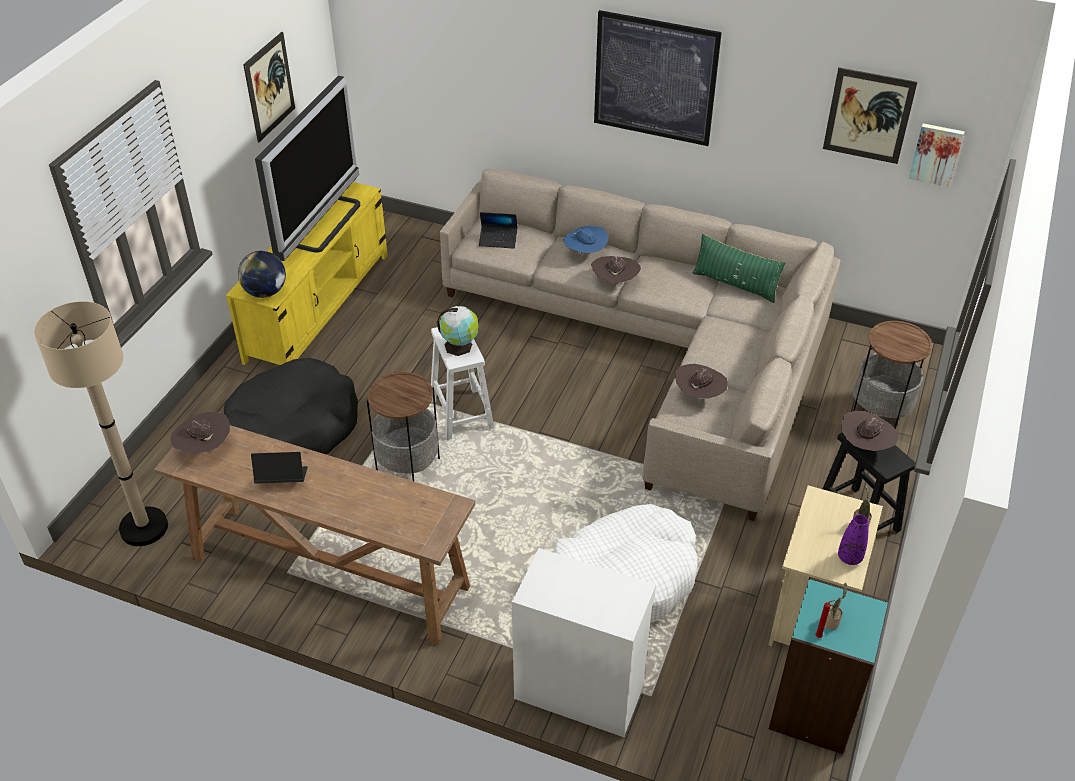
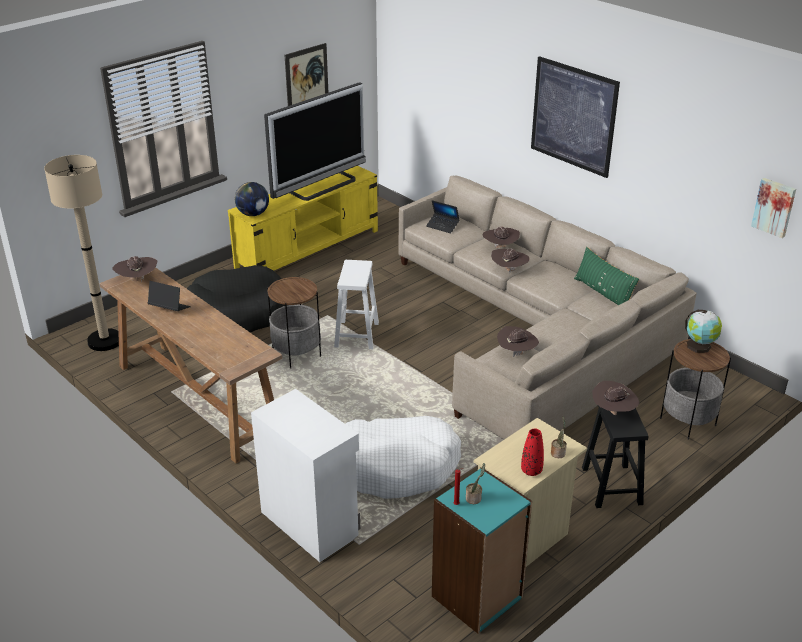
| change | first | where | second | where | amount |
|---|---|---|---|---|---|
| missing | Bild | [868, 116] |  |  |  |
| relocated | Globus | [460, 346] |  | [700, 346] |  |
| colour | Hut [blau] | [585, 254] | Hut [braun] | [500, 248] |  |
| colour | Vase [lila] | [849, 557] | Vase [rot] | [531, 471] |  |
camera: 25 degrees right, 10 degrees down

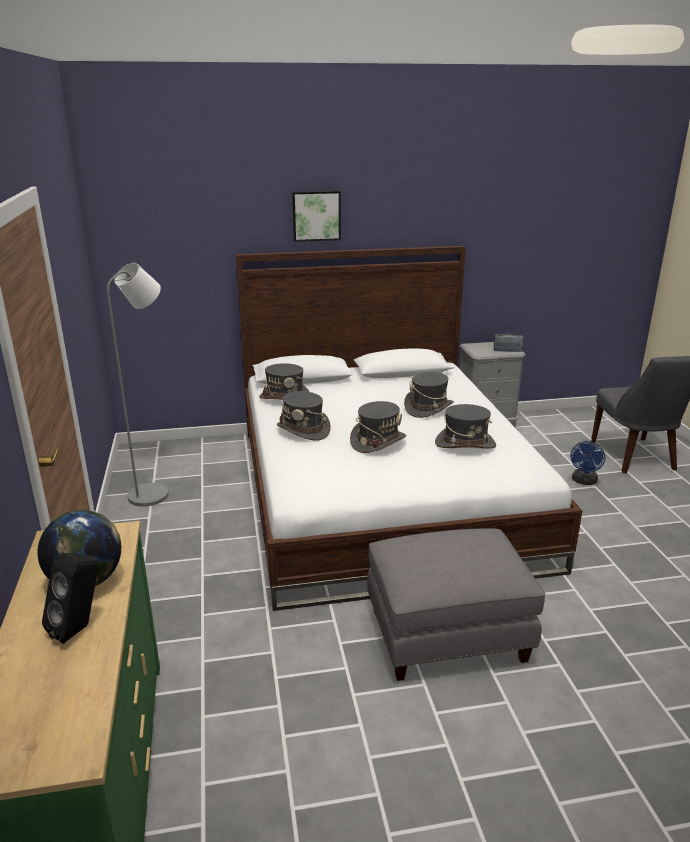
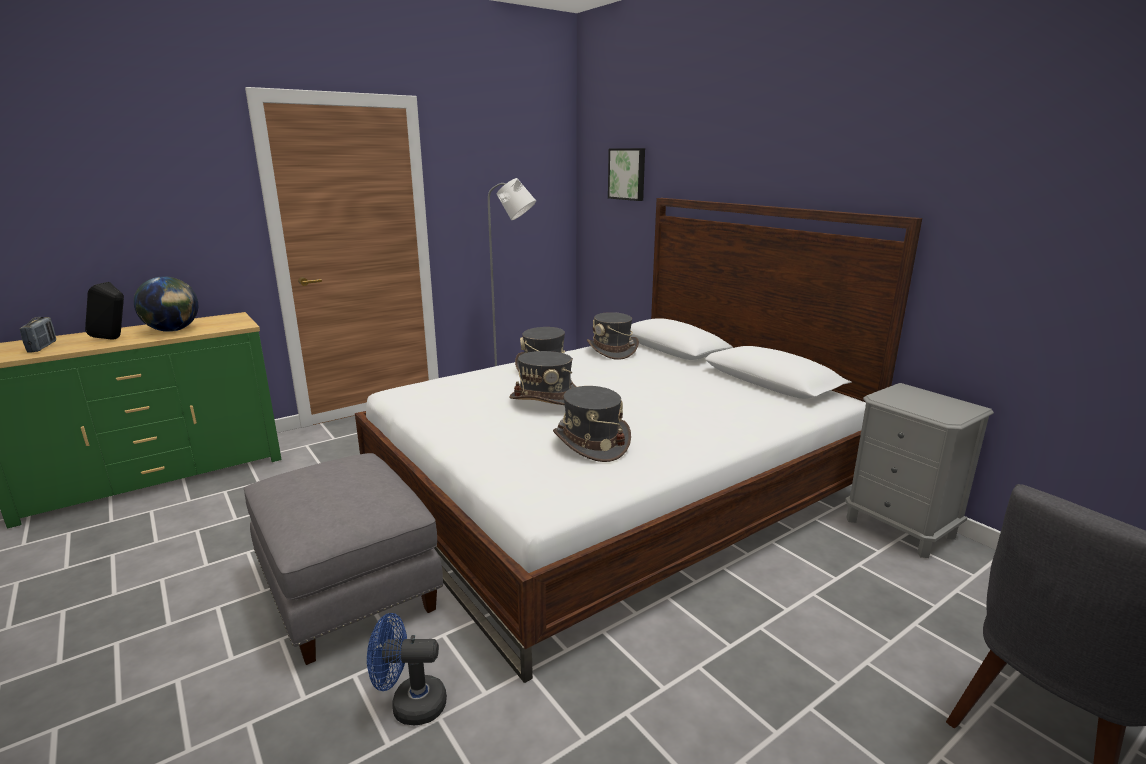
| change | first | where | second | where | amount |
|---|---|---|---|---|---|
| missing | Hut [grau] | [428, 408] |  |  |  |
| relocated | Bild | [316, 215] |  | [628, 174] |  |
| relocated | Radio | [507, 351] |  | [42, 347] |  |
| relocated | Ventilator [blau] | [584, 481] |  | [410, 705] |  |
camera: 65 degrees right, 5 degrees down

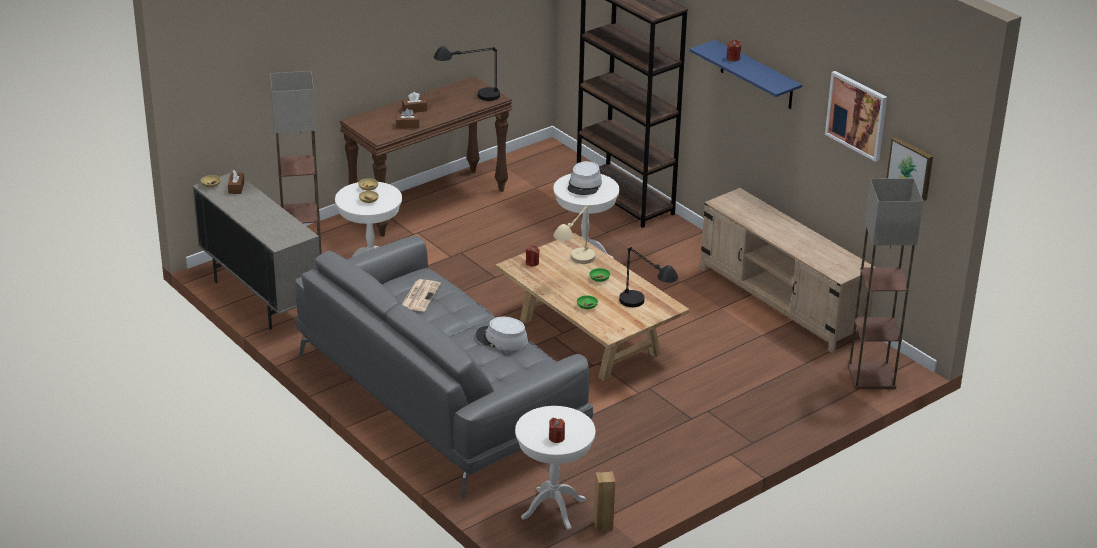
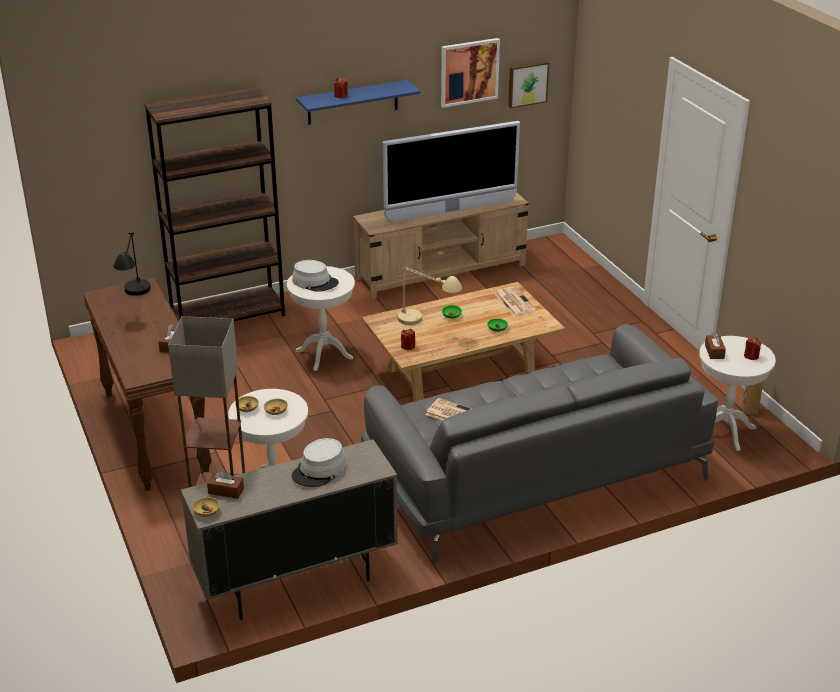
| change | first | where | second | where | amount |
|---|---|---|---|---|---|
| missing | Stehlampe | [872, 377] |  |  |  |
| appeared |  |  | Fernseher | [451, 211] |  |
| relocated | Taschentuchbox [braun] | [414, 109] |  | [714, 351] |  |
| relocated | Hut [grau] | [501, 339] |  | [319, 470] |  |
| exchanged | Tischlampe [schwarz] | [645, 310] | Zeitung | [514, 301] |  |
camera: 75 degrees left, 0 degrees up

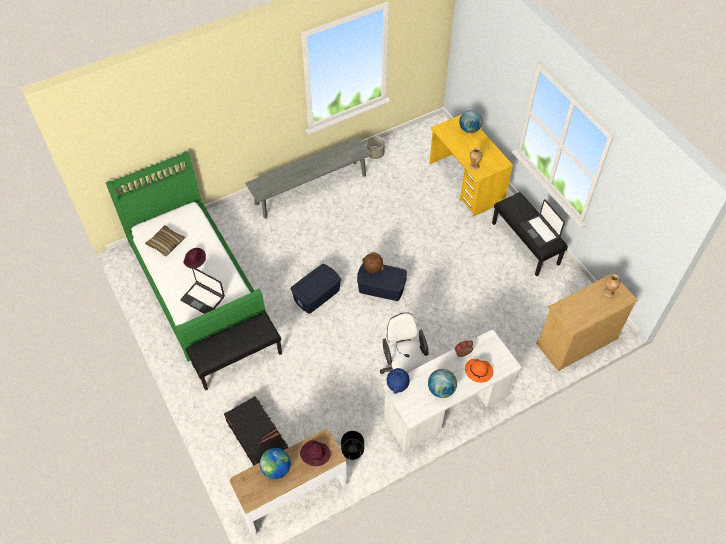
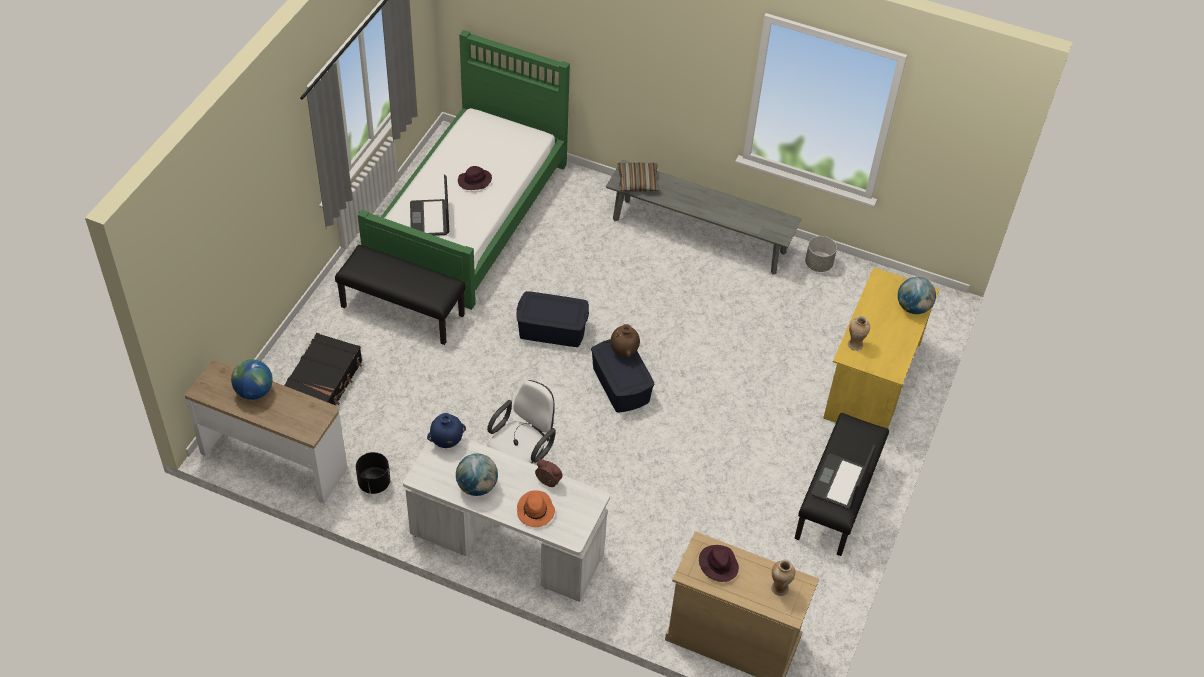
| change | first | where | second | where | amount |
|---|---|---|---|---|---|
| relocated | Kissen | [166, 243] |  | [637, 182] |  |
| relocated | Hut [lila] | [314, 454] |  | [718, 564] |  |
camera: 50 degrees right, 5 degrees down

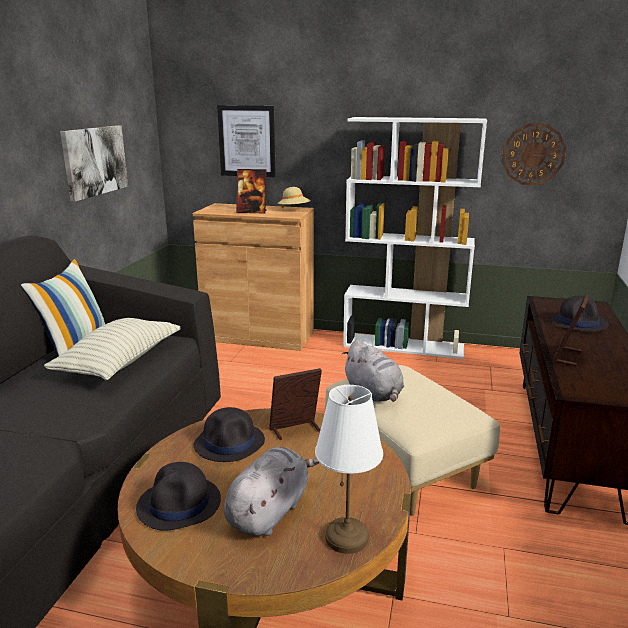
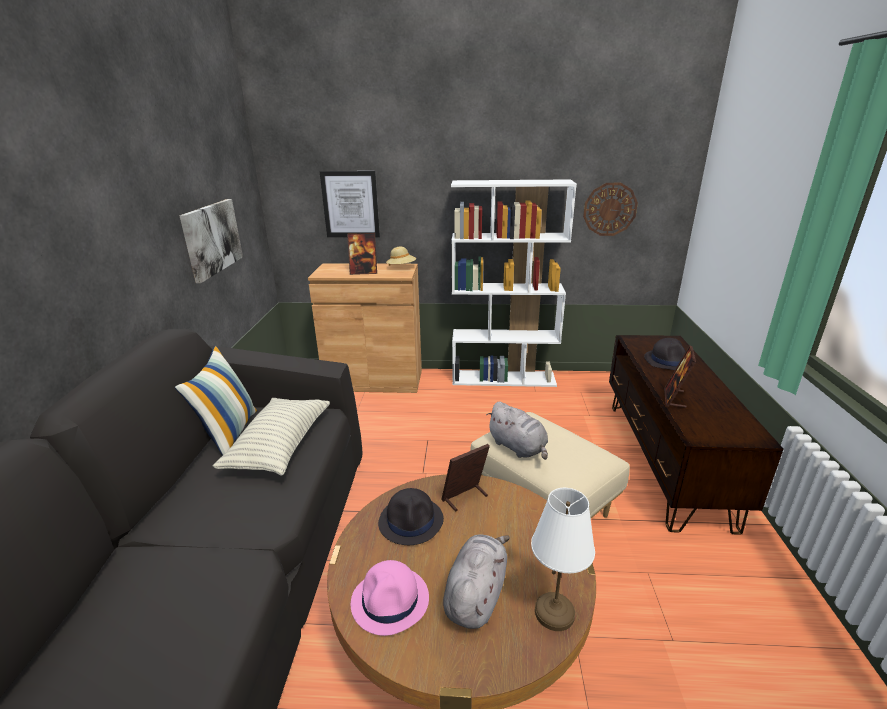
| change | first | where | second | where | amount |
|---|---|---|---|---|---|
| colour | Hut [schwarz] | [179, 504] | Hut [rosa] | [390, 600] |  |
camera: 10 degrees left, 5 degrees up

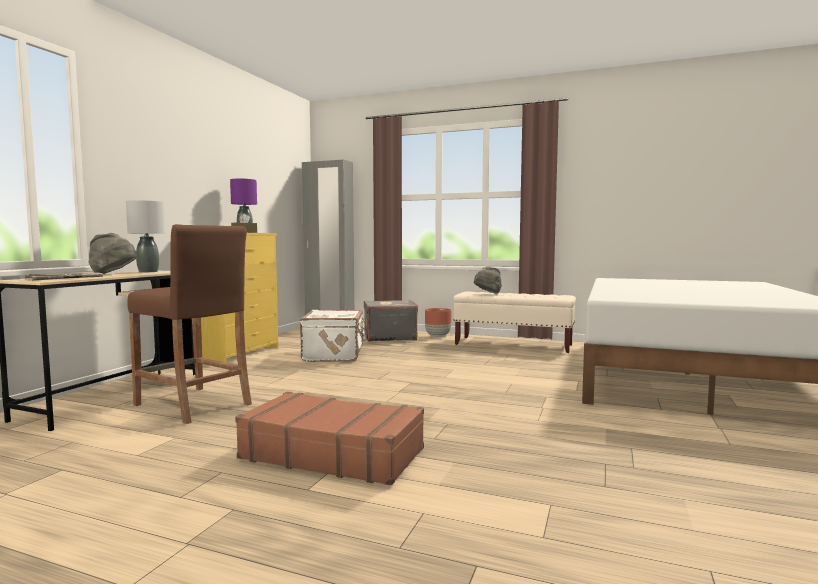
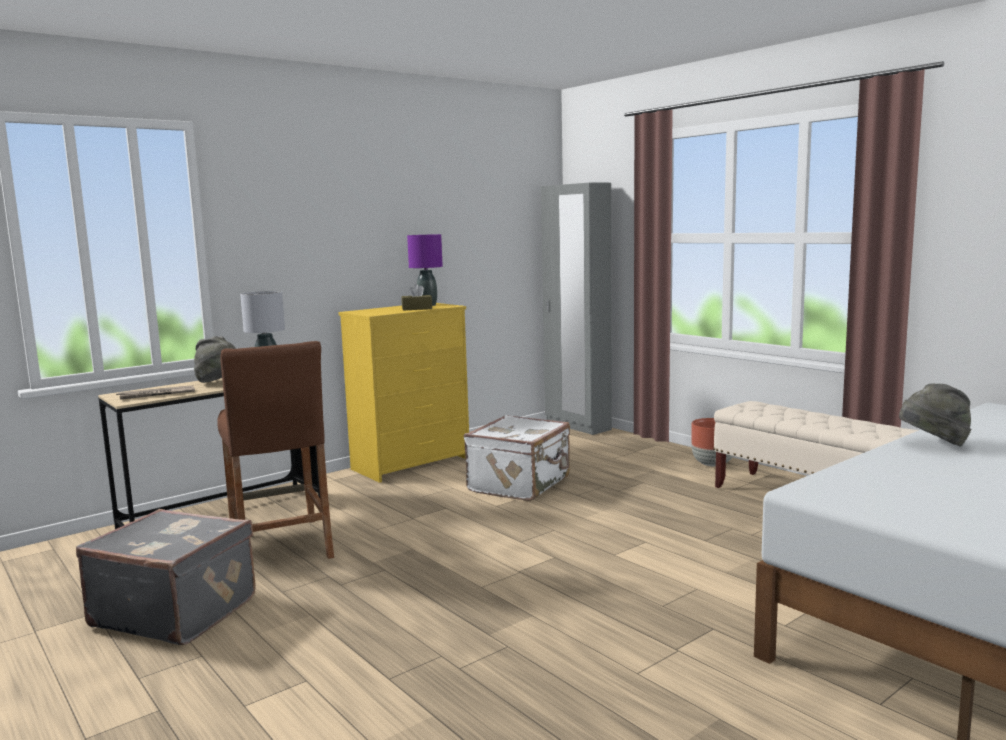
| change | first | where | second | where | amount |
|---|---|---|---|---|---|
| missing | Koffer [braun] | [332, 453] |  |  |  |
| relocated | Koffer [grau] | [389, 337] |  | [176, 611] |  |
| relocated | Hut [grau] | [487, 293] |  | [933, 445] |  |
camera: 30 degrees right, 5 degrees up

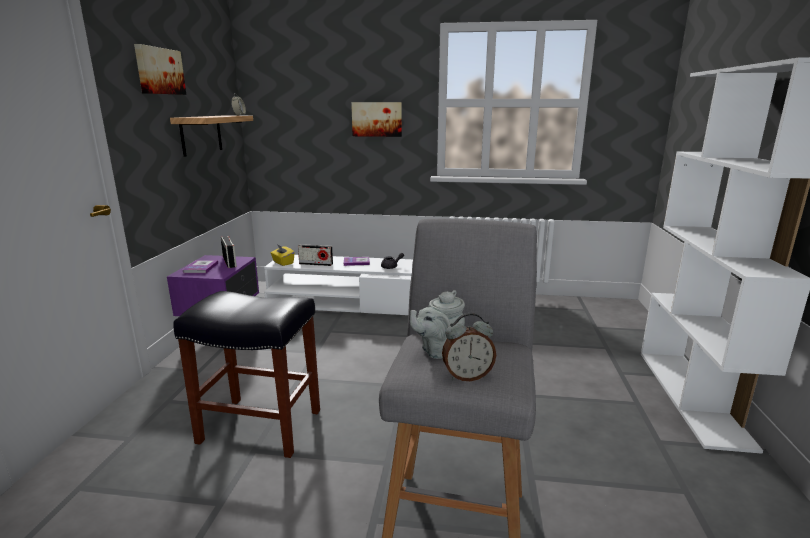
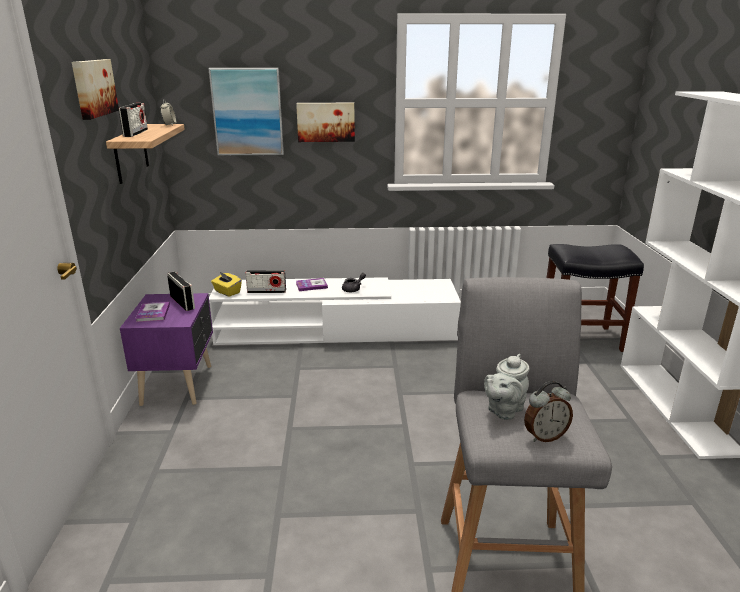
| change | first | where | second | where | amount |
|---|---|---|---|---|---|
| appeared |  |  | Radio | [136, 133] |  |
| appeared |  |  | Bild | [247, 112] |  |
| relocated | Hocker [schwarz] | [262, 426] |  | [581, 338] |  |
camera: 10 degrees left, 5 degrees up

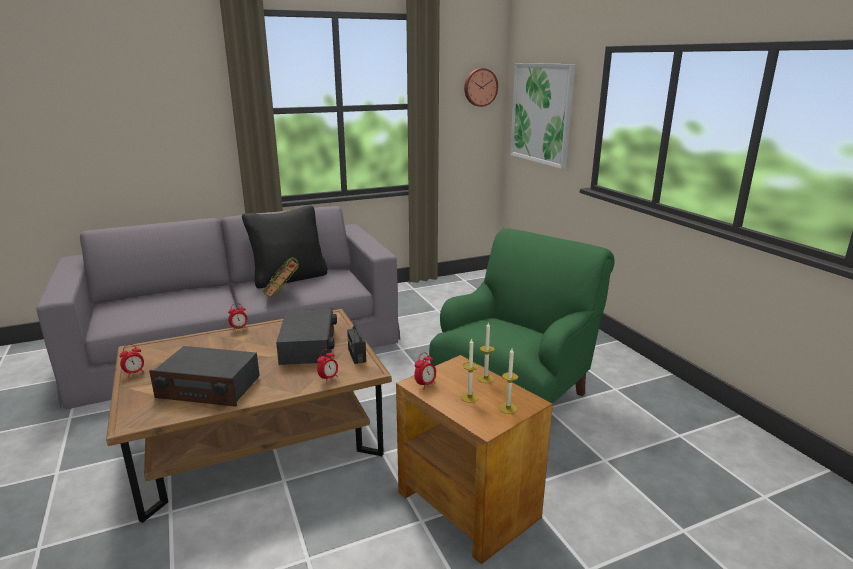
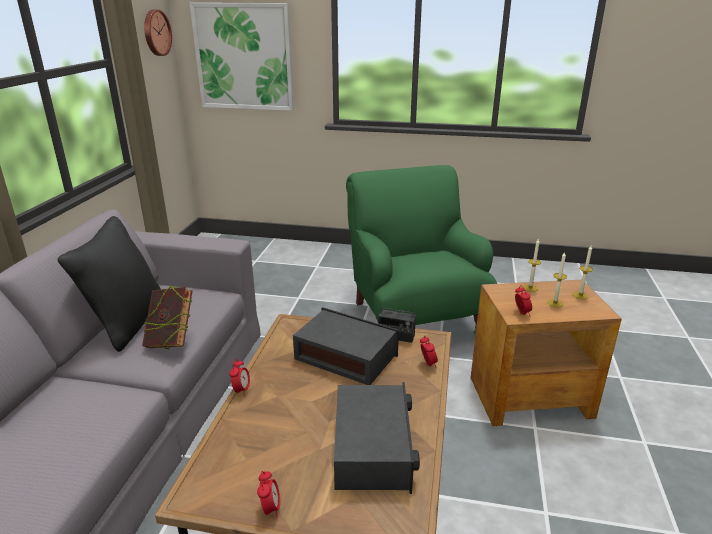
| change | first | where | second | where | amount |
|---|---|---|---|---|---|
| spun | Radio | [209, 387] |  | [373, 448] | 45 degrees counterclockwise |
camera: 55 degrees left, 5 degrees up

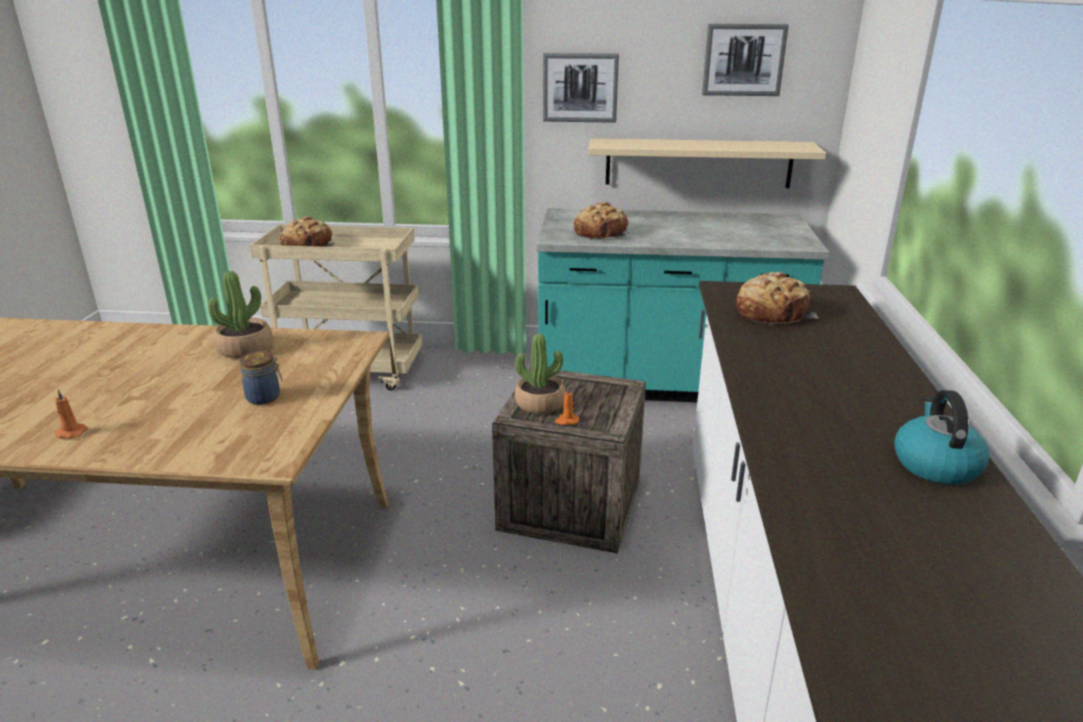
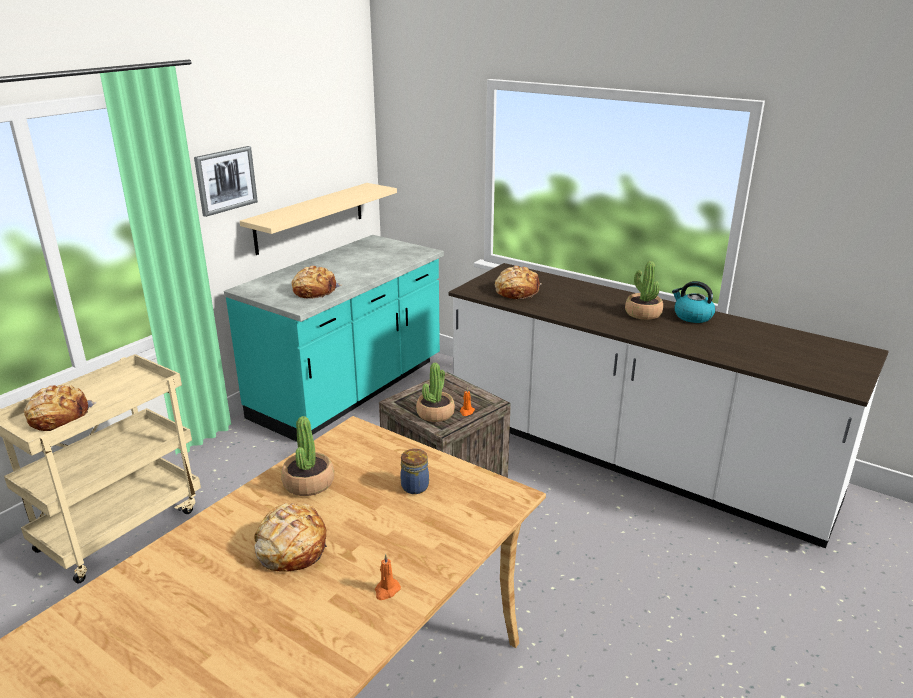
| change | first | where | second | where | amount |
|---|---|---|---|---|---|
| missing | Bild | [743, 60] |  |  |  |
| appeared |  |  | Brot | [291, 547] |  |
| appeared |  |  | Topfpflanze | [643, 313] |  |
camera: 60 degrees left, 0 degrees up

